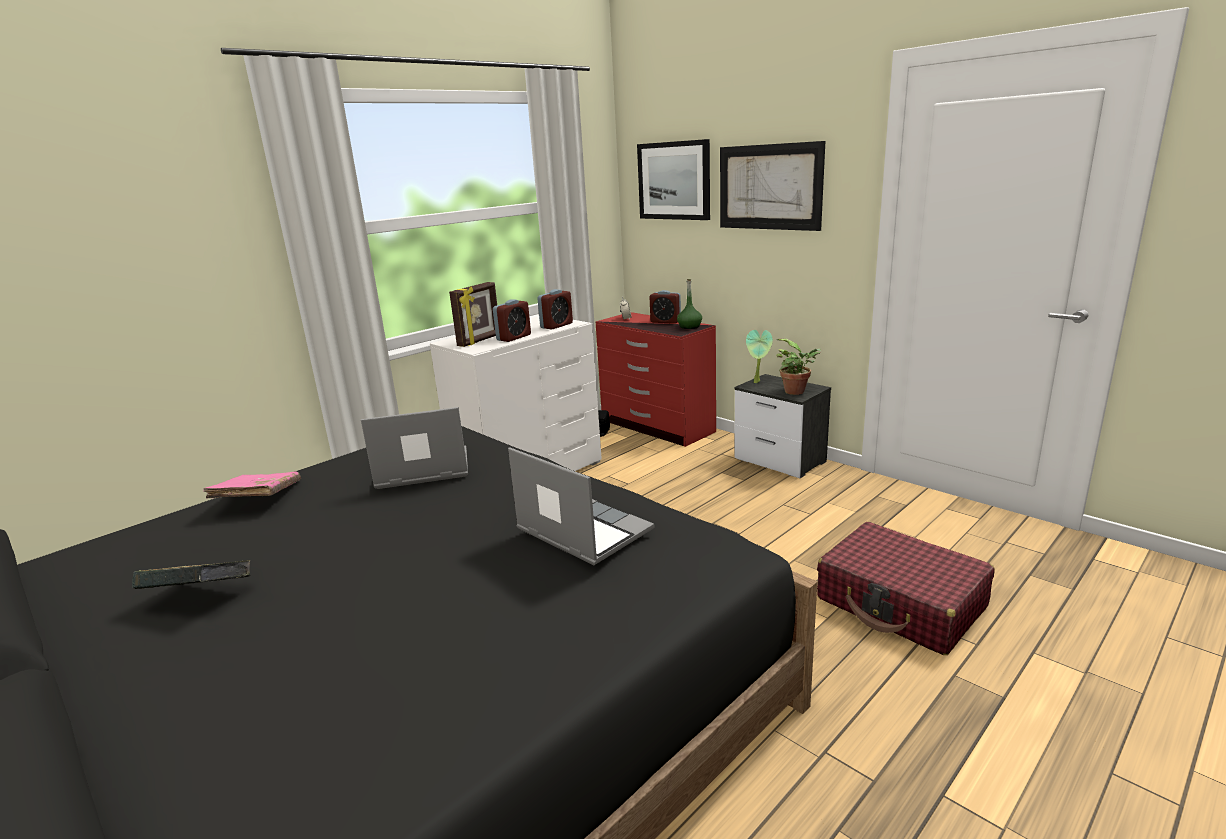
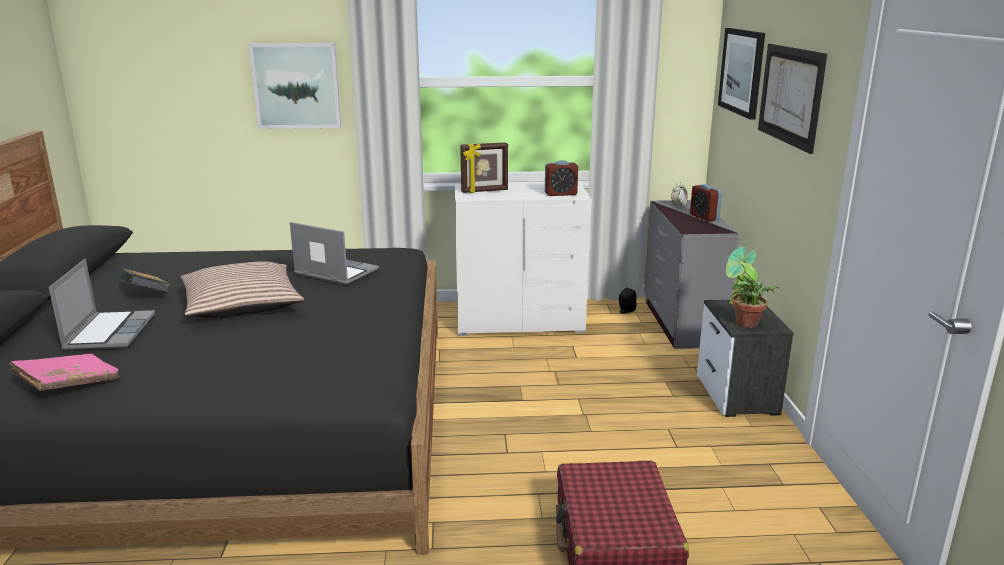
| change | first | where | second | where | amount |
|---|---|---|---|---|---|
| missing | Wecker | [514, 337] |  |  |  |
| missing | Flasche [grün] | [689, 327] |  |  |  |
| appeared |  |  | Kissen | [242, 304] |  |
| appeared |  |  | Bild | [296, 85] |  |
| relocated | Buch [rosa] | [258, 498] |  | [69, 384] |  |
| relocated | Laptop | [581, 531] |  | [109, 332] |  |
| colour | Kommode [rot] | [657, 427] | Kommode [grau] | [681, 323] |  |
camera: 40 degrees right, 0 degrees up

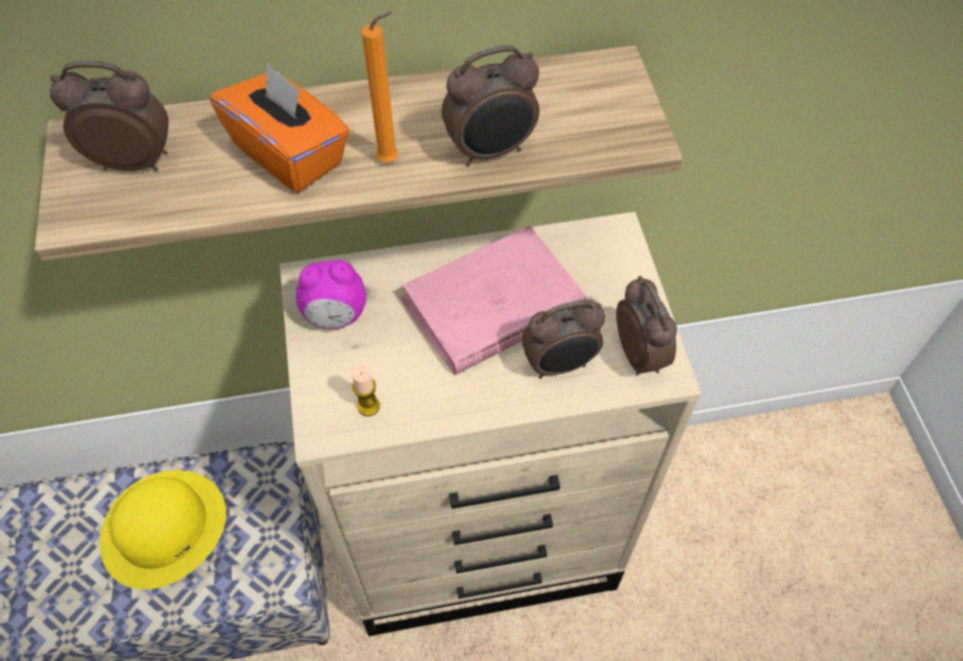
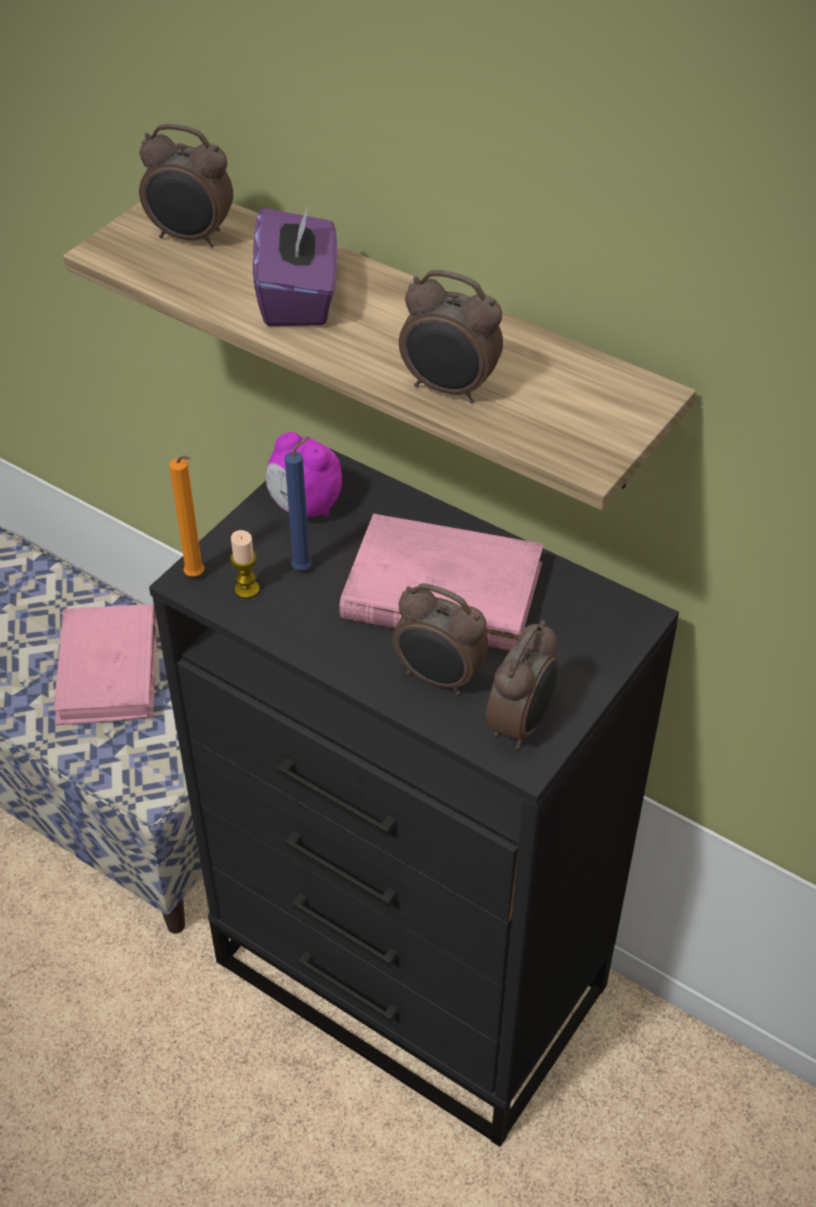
| change | first | where | second | where | amount |
|---|---|---|---|---|---|
| appeared |  |  | Kerze [blau] | [305, 567] |  |
| relocated | Kerze [orange] | [392, 161] |  | [197, 577] |  |
| exchanged | Hut [gelb] | [164, 527] | Buch [rosa] | [108, 670] |  |
| colour | Taschentuchbox [orange] | [290, 154] | Taschentuchbox [lila] | [298, 298] |  |
| colour | Kommode [beige] | [484, 541] | Kommode [schwarz] | [413, 976] |  |
| spun | Wecker | [134, 161] |  | [191, 238] | 150 degrees clockwise |
camera: 45 degrees right, 10 degrees down

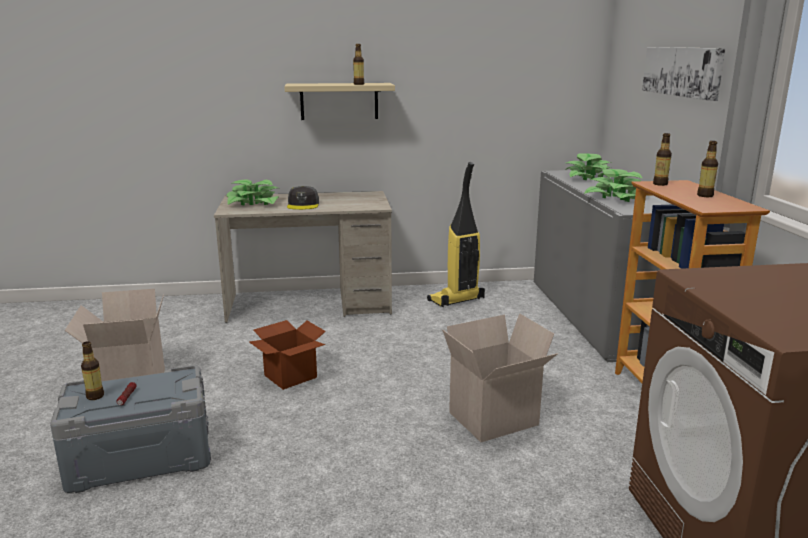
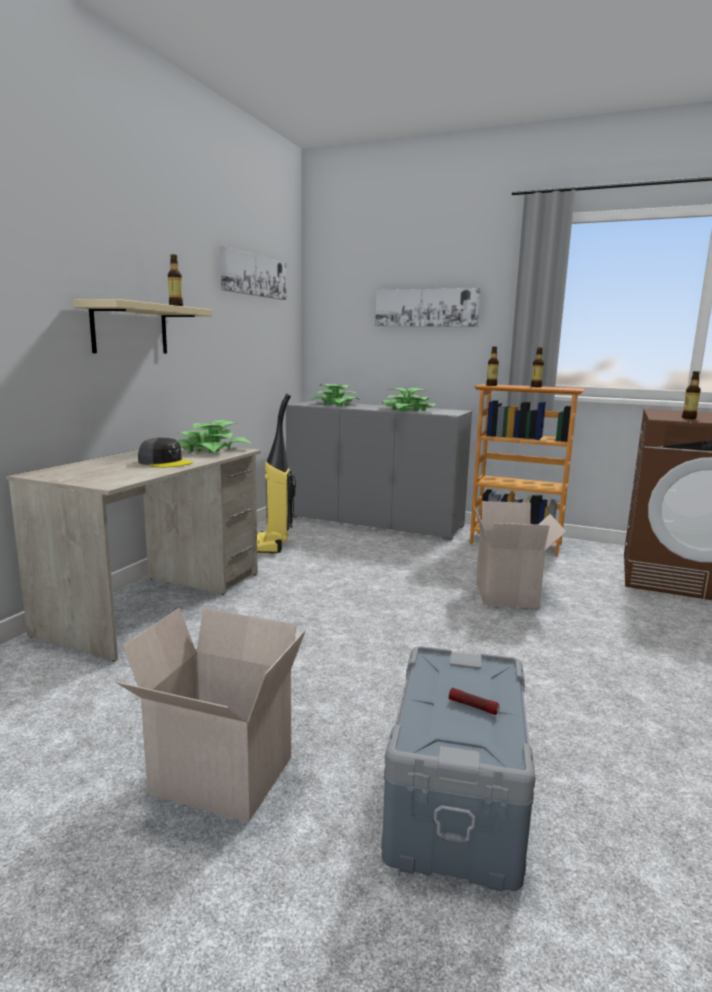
| change | first | where | second | where | amount |
|---|---|---|---|---|---|
| missing | Karton | [290, 376] |  |  |  |
| appeared |  |  | Bild | [253, 275] |  |
| relocated | Flasche | [95, 396] |  | [688, 418] |  |
| relocated | Topfpflanze | [253, 203] |  | [210, 450] |  |
camera: 60 degrees left, 5 degrees down

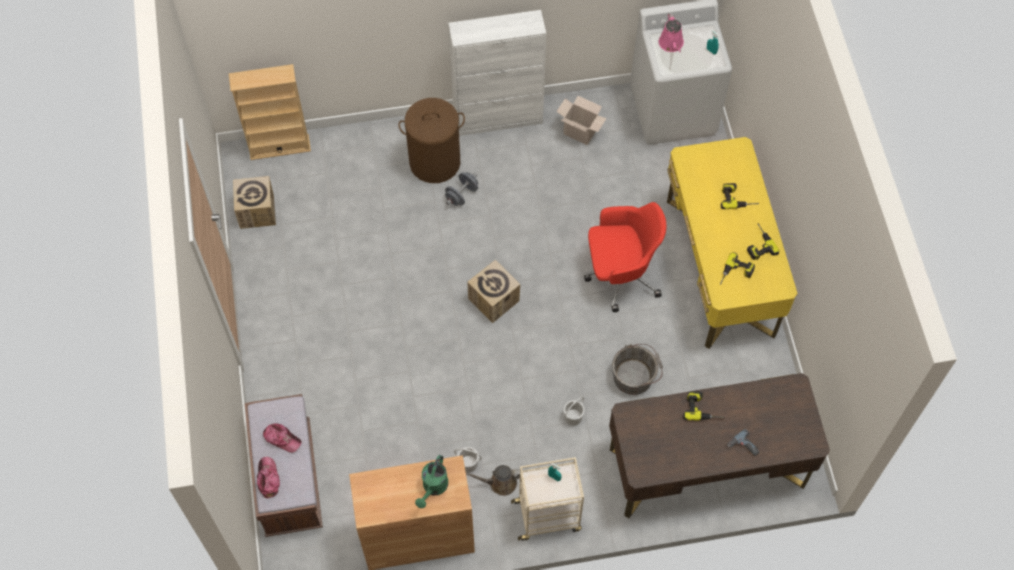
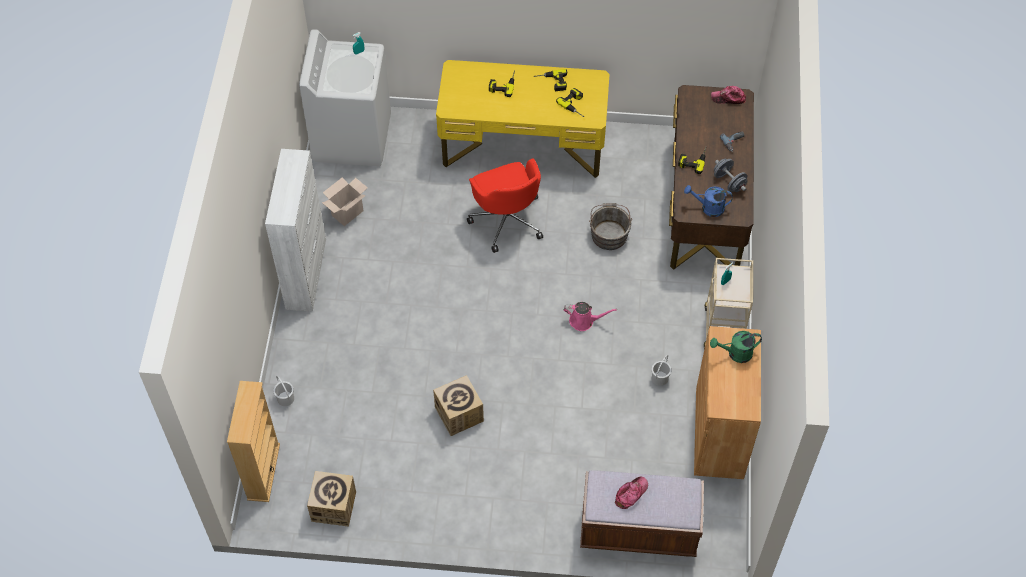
| change | first | where | second | where | amount |
|---|---|---|---|---|---|
| missing | Wäschekorb [braun] | [435, 162] |  |  |  |
| missing | Gießkanne [braun] | [500, 483] |  |  |  |
| appeared |  |  | Gießkanne [blau] | [708, 208] |  |
| relocated | Kappe | [268, 478] |  | [728, 98] |  |
| relocated | Hantel [grau] | [462, 195] |  | [729, 182] |  |
| relocated | Karton | [494, 300] |  | [459, 414] |  |
| relocated | Eimer [weiß] | [572, 417] |  | [285, 399] |  |
| relocated | Gießkanne [rosa] | [671, 44] |  | [584, 321] |  |
| spun | Gießkanne [grün] | [433, 488] |  | [735, 354] | 135 degrees clockwise |
| spun | Bürostuhl [rot] | [620, 274] |  | [507, 219] | 150 degrees clockwise |
camera: 75 degrees left, 5 degrees down

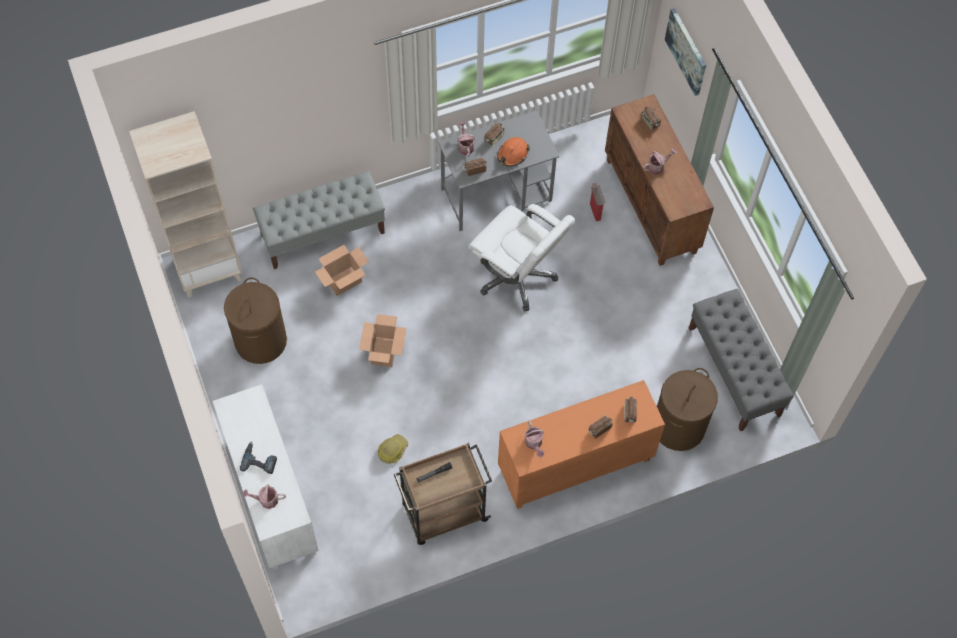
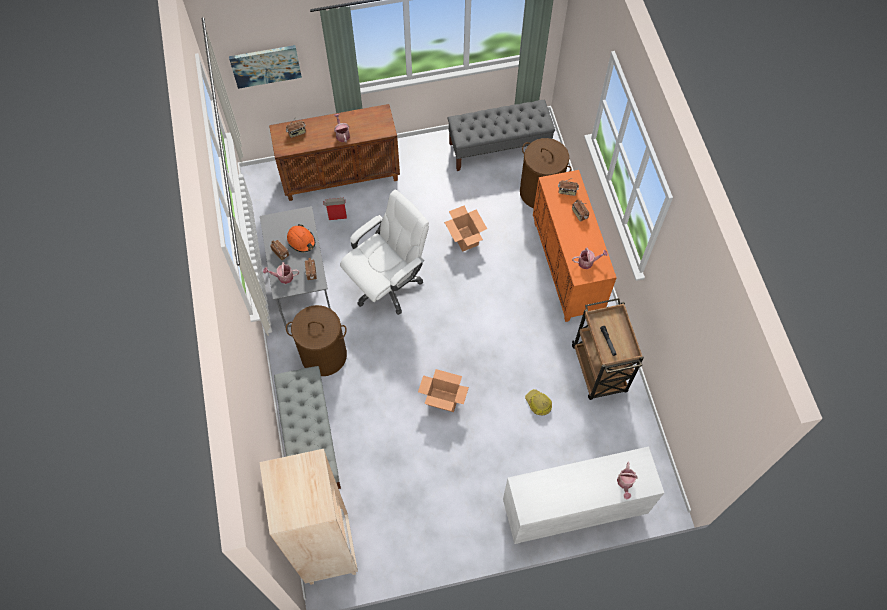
| change | first | where | second | where | amount |
|---|---|---|---|---|---|
| missing | Bohrmaschine | [259, 460] |  |  |  |
| relocated | Wäschekorb [braun] | [260, 340] |  | [323, 355] |  |
| relocated | Karton | [343, 281] |  | [465, 239] |  |
camera: 80 degrees left, 0 degrees up

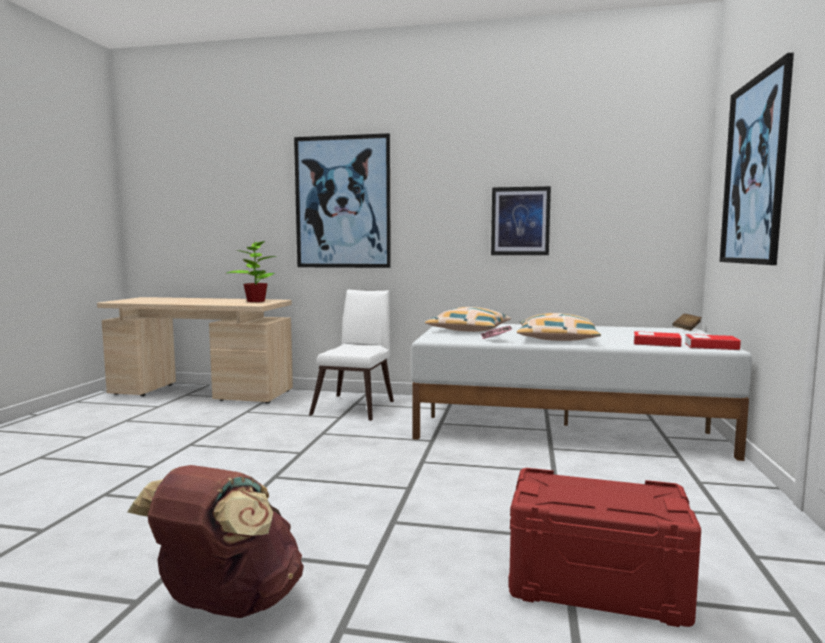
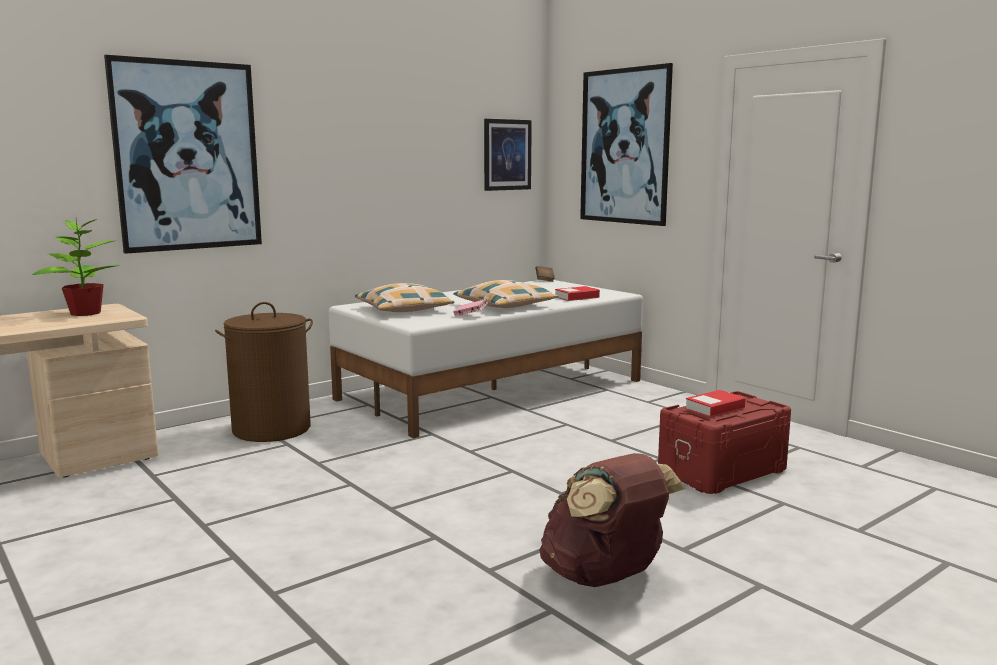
| change | first | where | second | where | amount |
|---|---|---|---|---|---|
| relocated | Bild | [520, 221] |  | [507, 155] |  |
| relocated | Buch | [711, 346] |  | [715, 408] |  |
| exchanged | Stuhl [weiß] | [357, 406] | Wäschekorb [braun] | [272, 429] |  |
camera: 50 degrees left, 5 degrees up

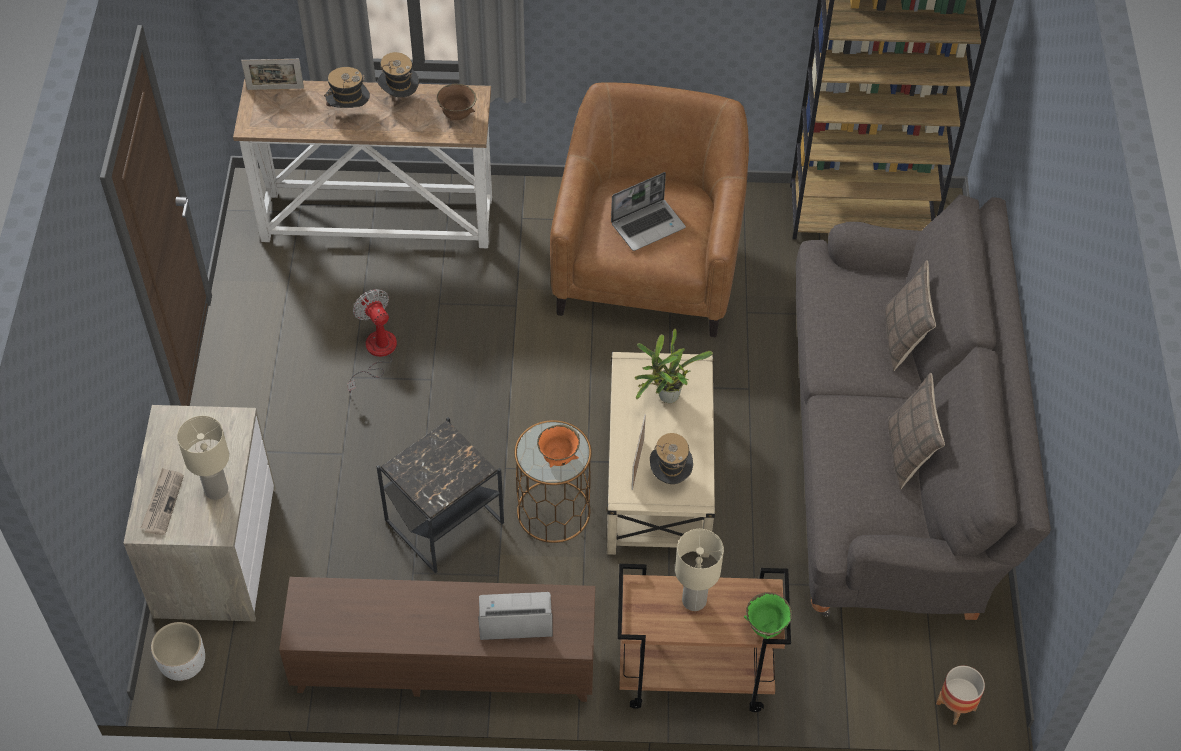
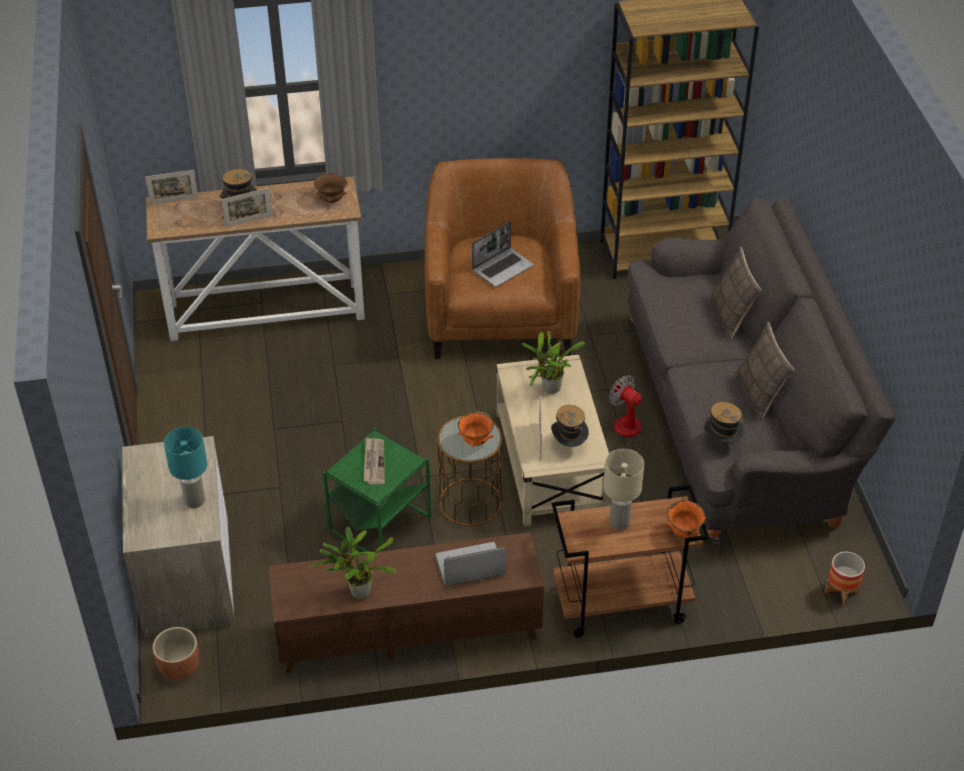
| change | first | where | second | where | amount |
|---|---|---|---|---|---|
| appeared |  |  | Bilderrahmen | [249, 221] |  |
| appeared |  |  | Topfpflanze | [357, 591] |  |
| relocated | Zeitung | [162, 502] |  | [374, 462] |  |
| relocated | Ventilator | [376, 353] |  | [626, 435] |  |
| relocated | Hut | [399, 97] |  | [721, 443] |  |
| colour | Pflanzkübel [weiß] | [183, 664] | Pflanzkübel [braun] | [179, 668] |  |
| colour | Tischlampe [beige] | [216, 490] | Tischlampe [türkis] | [194, 501] |  |
| colour | Beistelltisch [schwarz] | [443, 522] | Beistelltisch [grün] | [379, 524] |  |
| colour | Schüssel [grün] | [765, 627] | Schüssel [orange] | [683, 532] |  |
camera: 10 degrees left, 10 degrees down

